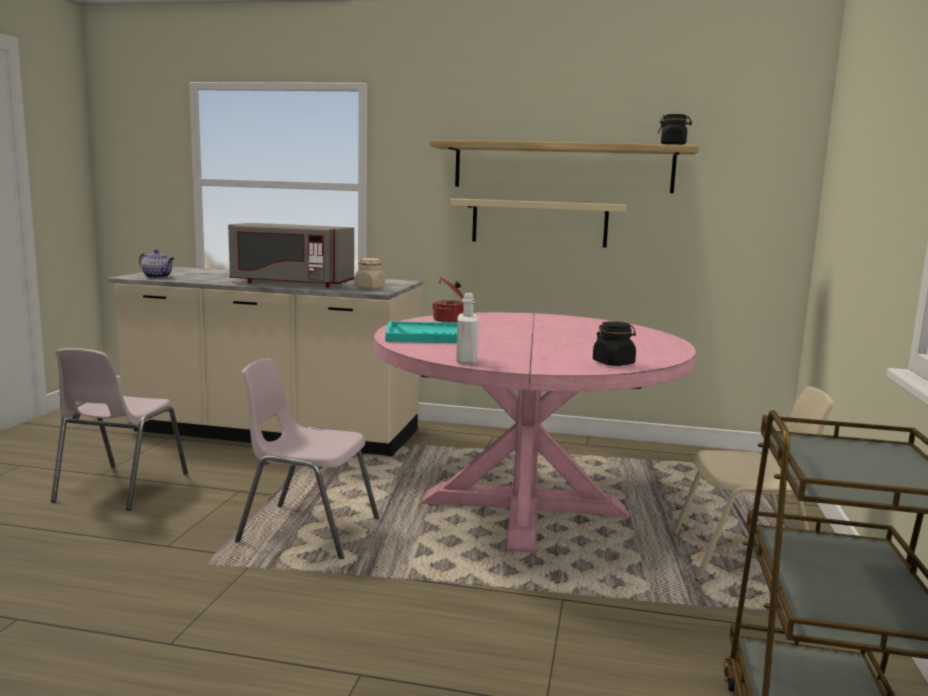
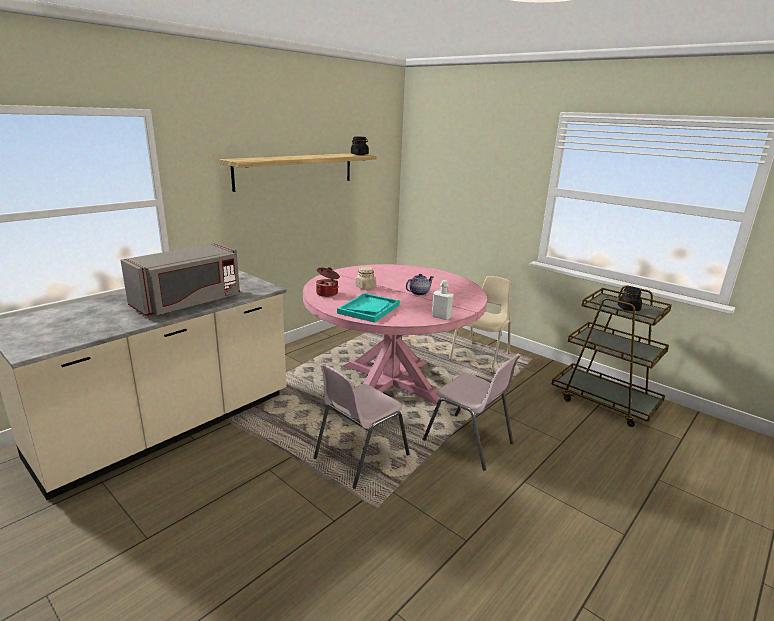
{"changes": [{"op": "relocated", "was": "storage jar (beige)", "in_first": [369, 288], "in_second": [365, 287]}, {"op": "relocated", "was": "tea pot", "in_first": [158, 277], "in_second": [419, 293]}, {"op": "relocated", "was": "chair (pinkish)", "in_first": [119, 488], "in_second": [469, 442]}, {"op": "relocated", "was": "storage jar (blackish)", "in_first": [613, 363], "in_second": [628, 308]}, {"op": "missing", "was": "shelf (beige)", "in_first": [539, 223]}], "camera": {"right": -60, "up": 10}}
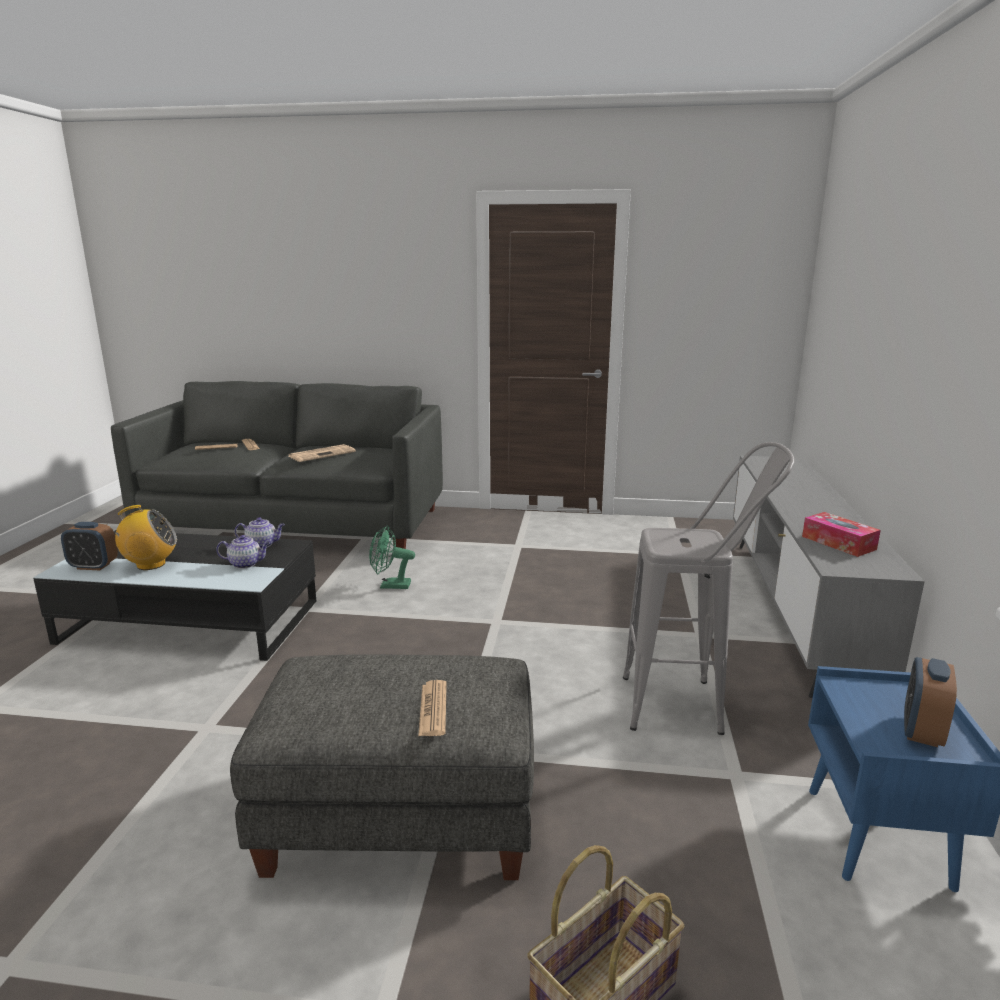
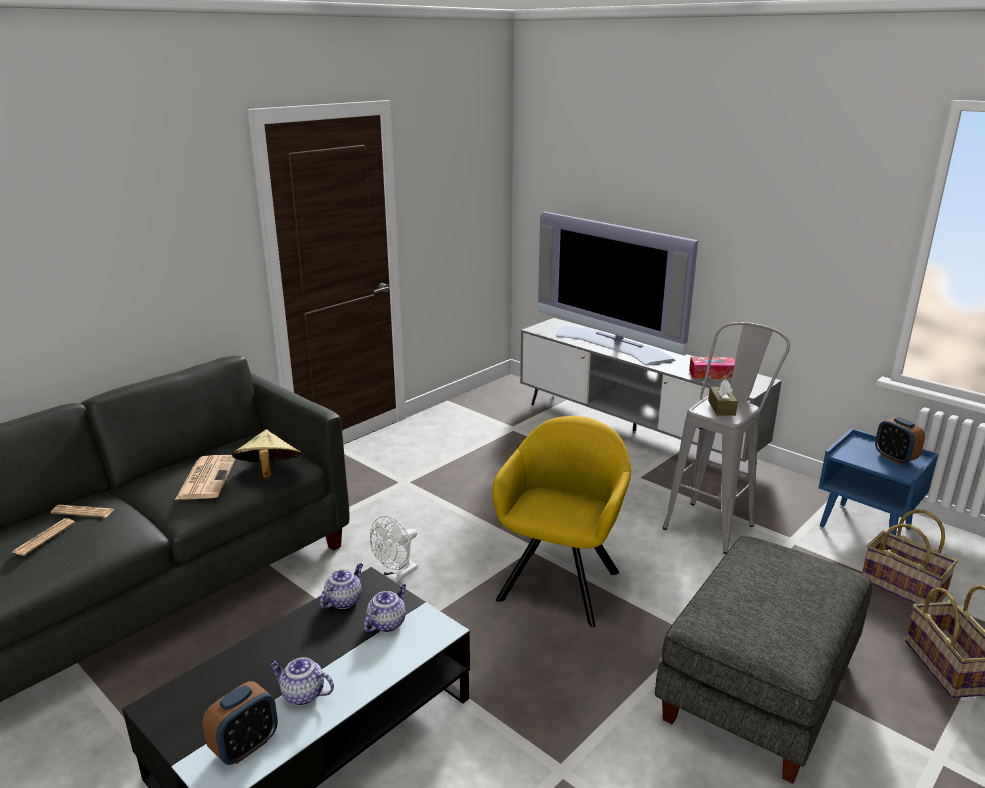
{"changes": [{"op": "appeared", "now": "clothing hat (beige)", "in_second": [268, 473]}, {"op": "exchanged", "was": "radio receiver", "now": "tea pot", "in_first": [150, 564], "in_second": [302, 694]}, {"op": "colour", "was": "fan (green)", "now": "fan (white)", "in_first": [390, 585], "in_second": [397, 576]}, {"op": "appeared", "now": "easy chair (yellow-coloured)", "in_second": [562, 581]}, {"op": "appeared", "now": "TV", "in_second": [612, 344]}, {"op": "appeared", "now": "box of tissues (brown)", "in_second": [721, 408]}, {"op": "appeared", "now": "storage basket", "in_second": [903, 587]}, {"op": "missing", "was": "printed paper", "in_first": [433, 709]}], "camera": {"right": -55, "up": 5}}
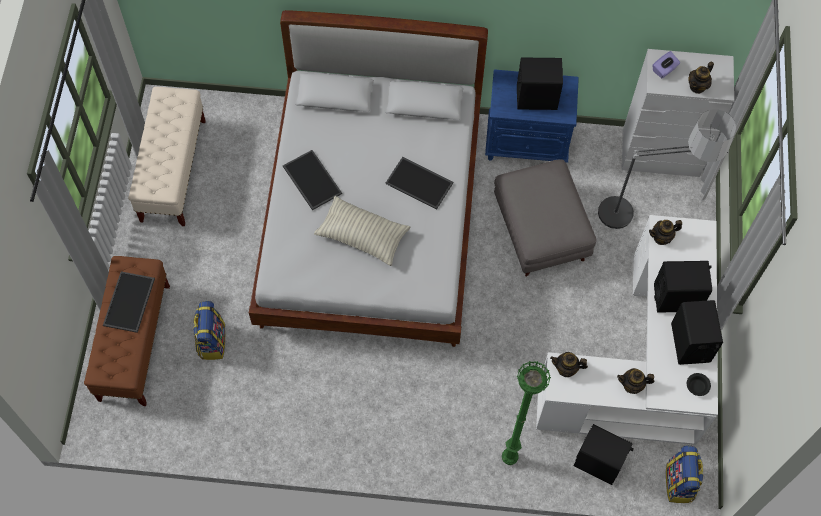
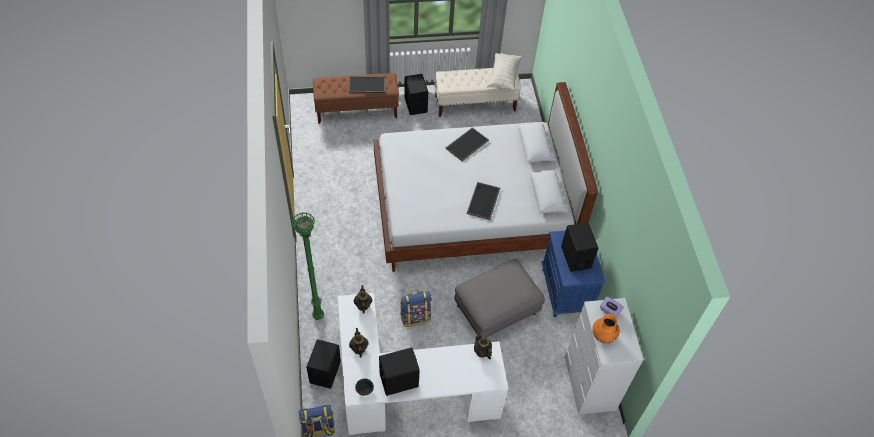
{"changes": [{"op": "relocated", "was": "backpack", "in_first": [211, 341], "in_second": [415, 316]}, {"op": "relocated", "was": "loudspeaker (blackish)", "in_first": [677, 298], "in_second": [415, 105]}, {"op": "relocated", "was": "throw pillow", "in_first": [362, 236], "in_second": [503, 76]}, {"op": "exchanged", "was": "tea pot", "now": "flower vase (orange-coloured)", "in_first": [697, 86], "in_second": [603, 336]}, {"op": "missing", "was": "floor lamp", "in_first": [644, 216]}], "camera": {"right": 75, "up": -10}}
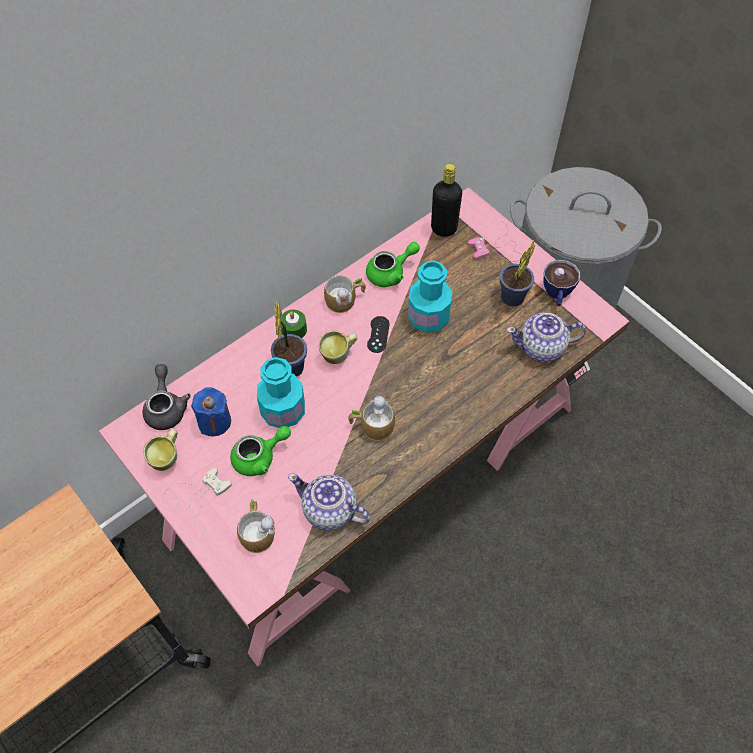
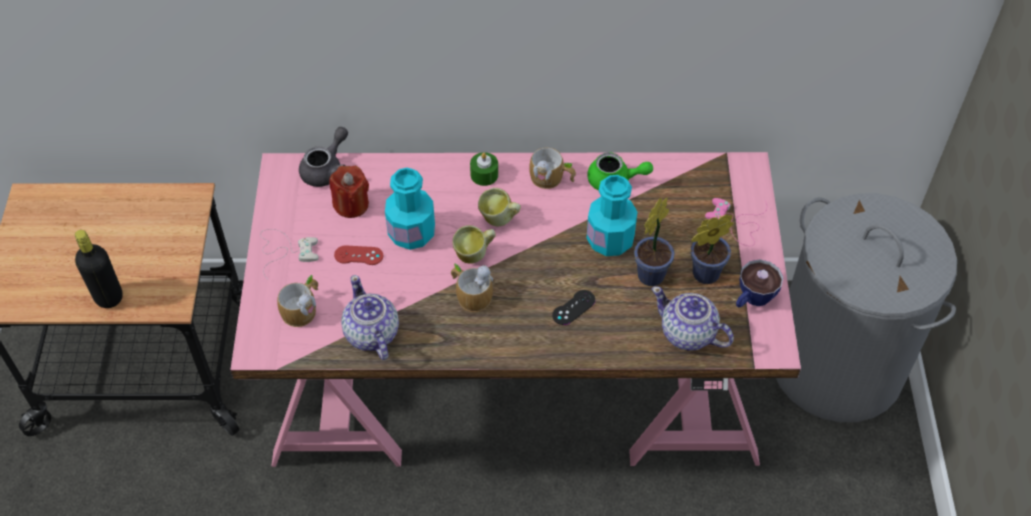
{"changes": [{"op": "relocated", "was": "beverage bottle (blackish)", "in_first": [443, 228], "in_second": [108, 297]}, {"op": "colour", "was": "wax light (blue)", "now": "wax light (reddish)", "in_first": [214, 422], "in_second": [351, 204]}, {"op": "exchanged", "was": "tea pot (green)", "now": "joypad (reddish)", "in_first": [260, 457], "in_second": [358, 255]}, {"op": "relocated", "was": "tea mug", "in_first": [167, 459], "in_second": [474, 255]}, {"op": "relocated", "was": "joypad (blackish)", "in_first": [378, 334], "in_second": [573, 307]}, {"op": "relocated", "was": "houseplant", "in_first": [291, 365], "in_second": [653, 273]}], "camera": {"right": 40, "up": -5}}
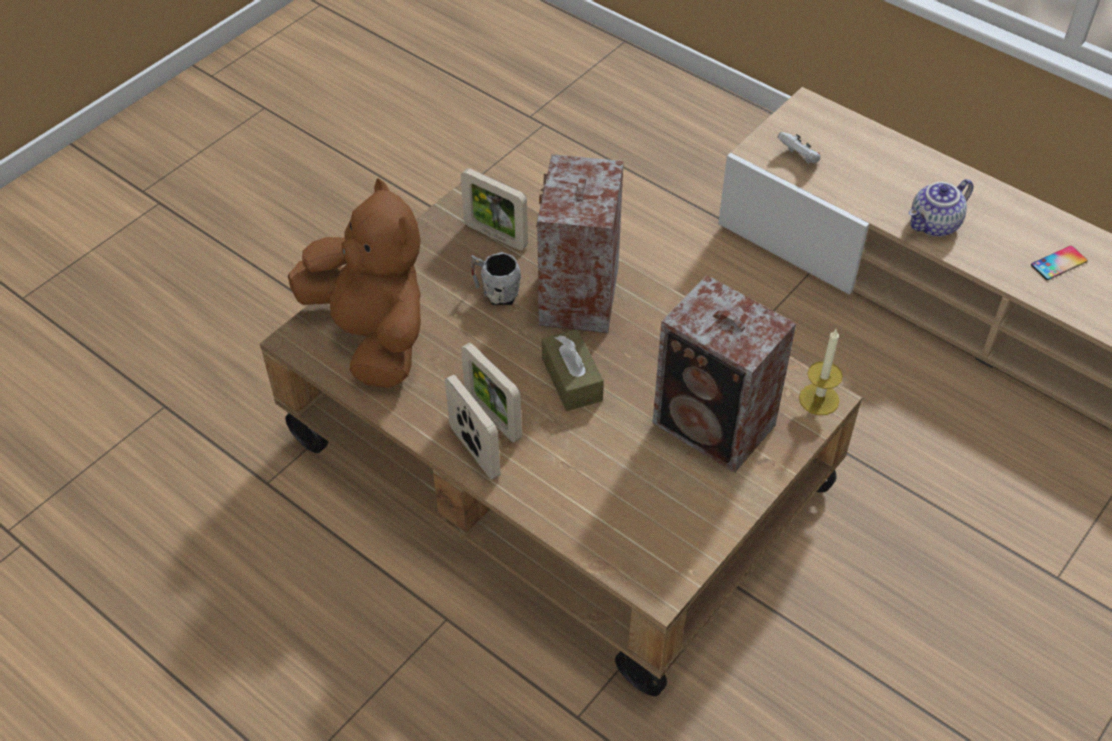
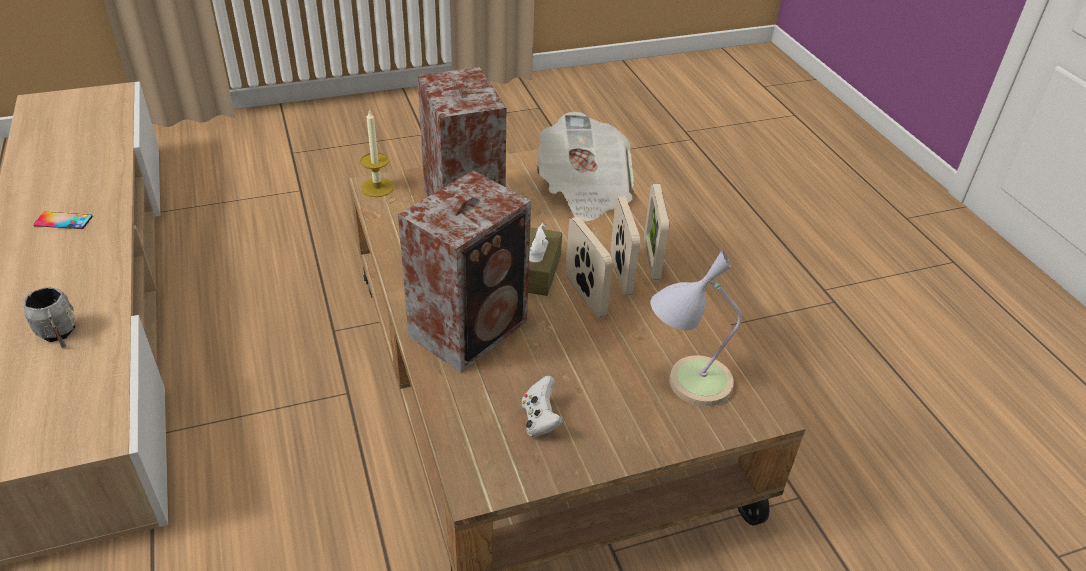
{"changes": [{"op": "relocated", "was": "tea mug (greyish)", "in_first": [496, 293], "in_second": [58, 335]}, {"op": "relocated", "was": "joypad (white)", "in_first": [799, 158], "in_second": [540, 420]}, {"op": "appeared", "now": "printed paper", "in_second": [584, 190]}, {"op": "relocated", "was": "photo frame", "in_first": [495, 236], "in_second": [585, 296]}, {"op": "exchanged", "was": "plush toy (brown)", "now": "table lamp", "in_first": [372, 336], "in_second": [686, 382]}, {"op": "missing", "was": "tea pot", "in_first": [934, 225]}], "camera": {"right": -150, "up": -10}}
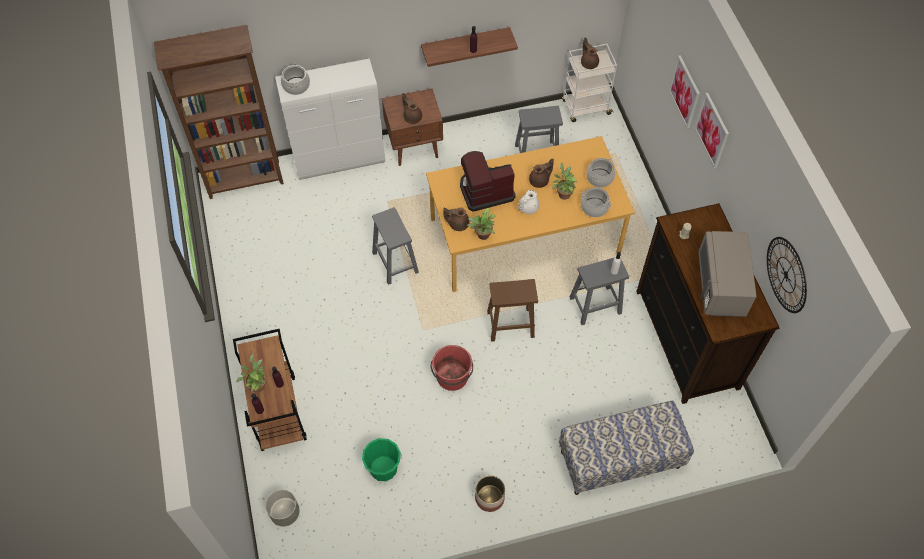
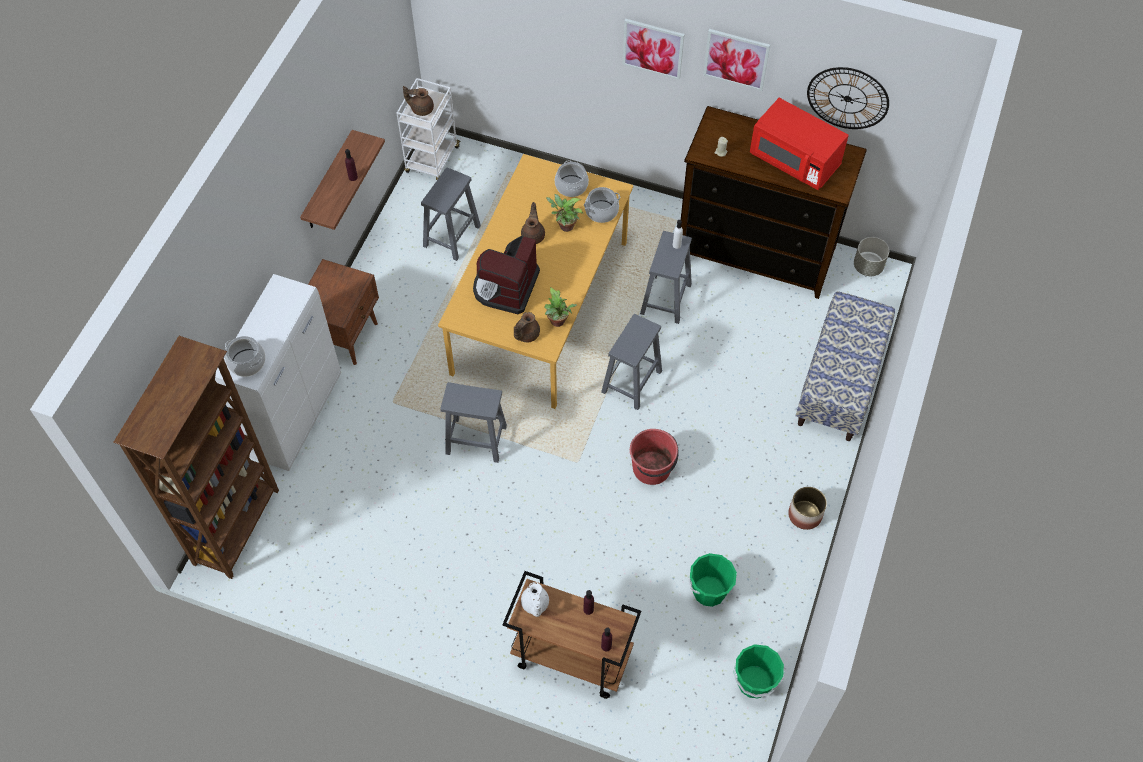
{"changes": [{"op": "relocated", "was": "tea pot (white)", "in_first": [527, 208], "in_second": [535, 604]}, {"op": "colour", "was": "stool seat (brown)", "now": "stool seat (greyish)", "in_first": [509, 324], "in_second": [631, 382]}, {"op": "relocated", "was": "picture", "in_first": [685, 91], "in_second": [736, 59]}, {"op": "appeared", "now": "bucket (green)", "in_second": [754, 682]}, {"op": "colour", "was": "kitchen microwave (greyish)", "now": "kitchen microwave (reddish)", "in_first": [721, 285], "in_second": [794, 161]}, {"op": "relocated", "was": "flower pot (greyish)", "in_first": [285, 513], "in_second": [867, 266]}, {"op": "missing", "was": "houseplant", "in_first": [257, 385]}, {"op": "missing", "was": "tea pot (brown)", "in_first": [412, 117]}], "camera": {"right": -55, "up": 0}}
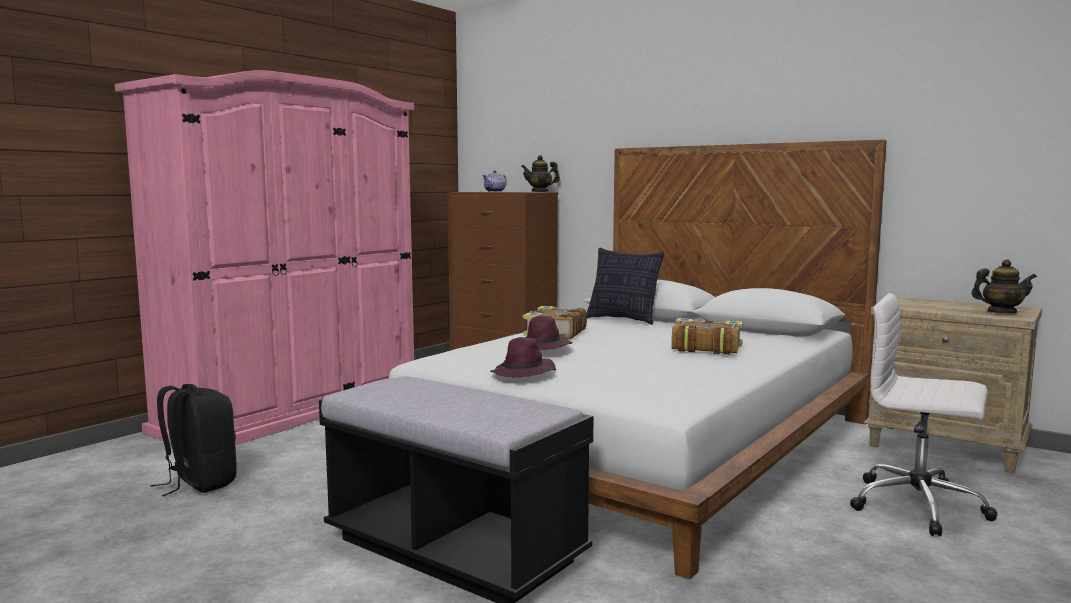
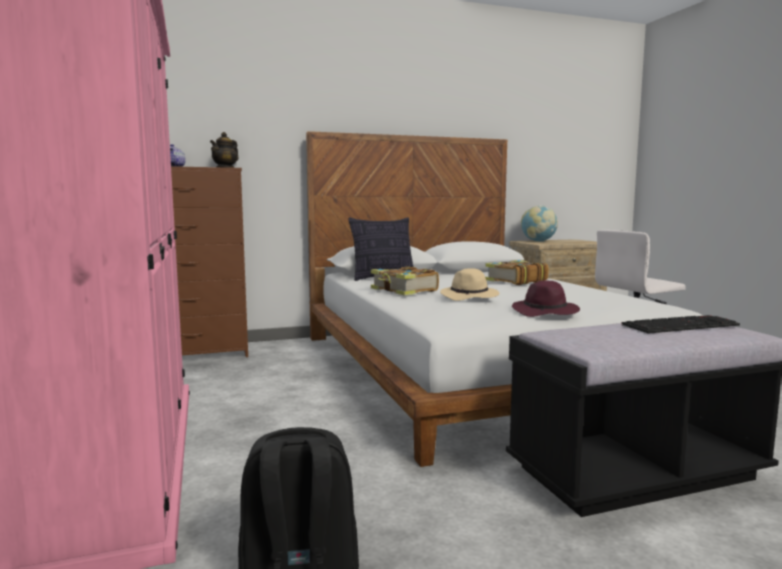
{"changes": [{"op": "colour", "was": "clothing hat (purple-coloured)", "now": "clothing hat (beige)", "in_first": [543, 347], "in_second": [470, 297]}, {"op": "appeared", "now": "world globe", "in_second": [538, 241]}, {"op": "appeared", "now": "computer keyboard", "in_second": [680, 325]}, {"op": "missing", "was": "tea pot", "in_first": [1001, 312]}], "camera": {"right": -55, "up": 0}}
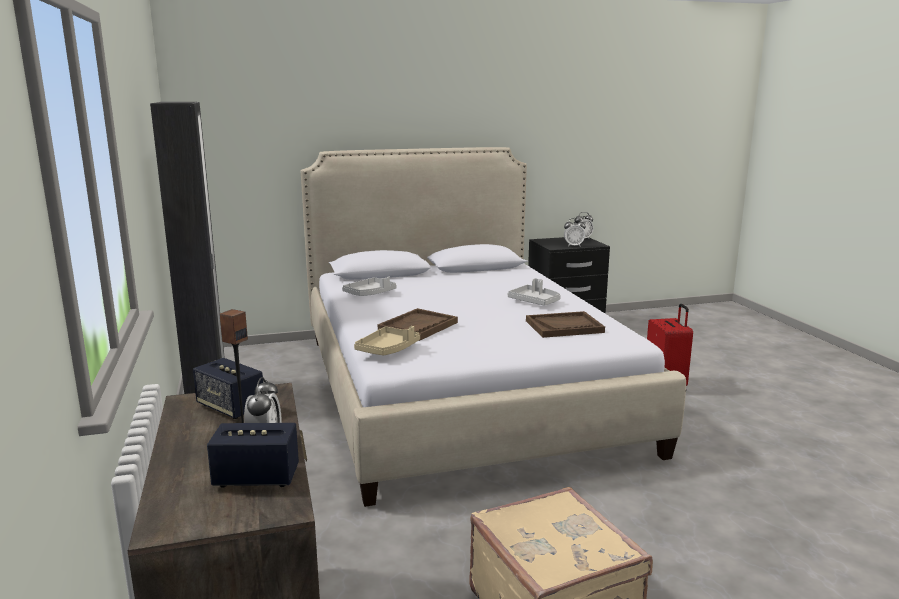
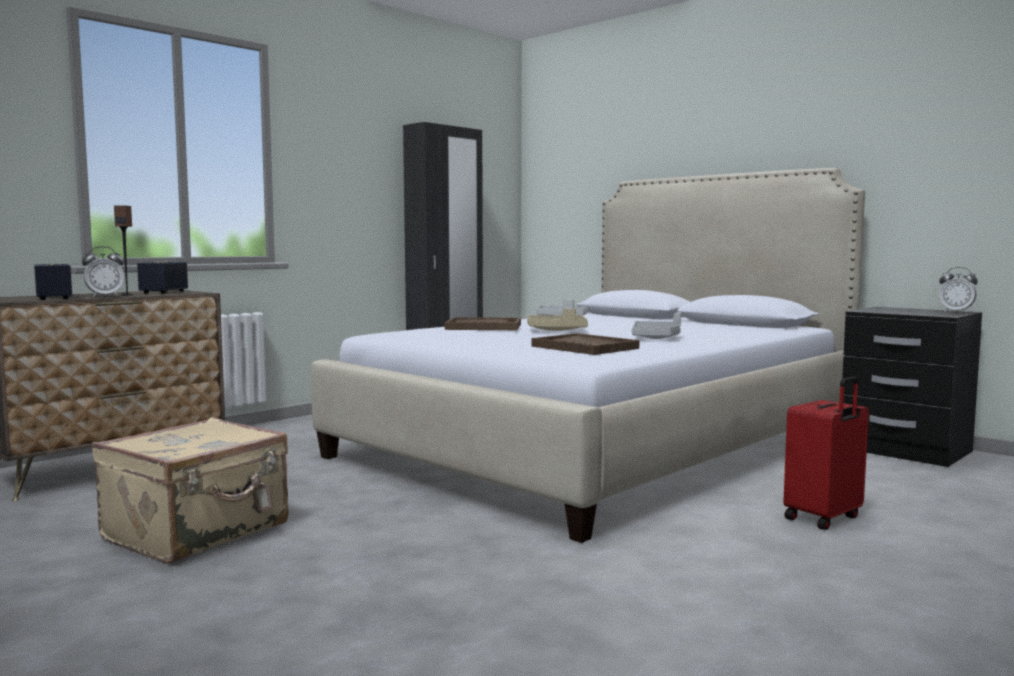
{"changes": [{"op": "relocated", "was": "tray (beige)", "in_first": [388, 349], "in_second": [557, 330]}, {"op": "missing", "was": "table clock", "in_first": [573, 246]}], "camera": {"right": 60, "up": -10}}
